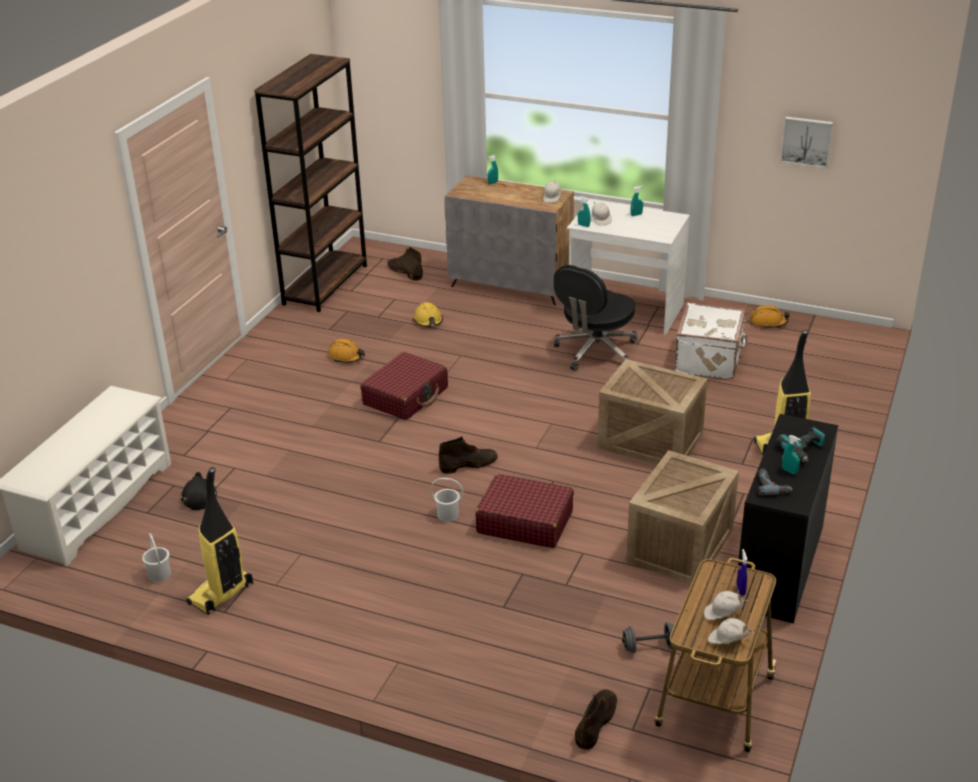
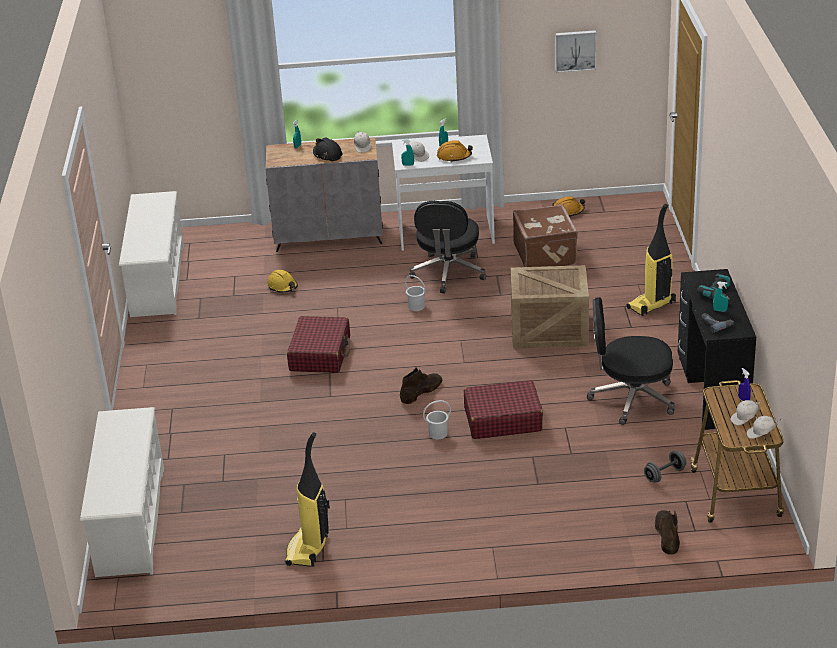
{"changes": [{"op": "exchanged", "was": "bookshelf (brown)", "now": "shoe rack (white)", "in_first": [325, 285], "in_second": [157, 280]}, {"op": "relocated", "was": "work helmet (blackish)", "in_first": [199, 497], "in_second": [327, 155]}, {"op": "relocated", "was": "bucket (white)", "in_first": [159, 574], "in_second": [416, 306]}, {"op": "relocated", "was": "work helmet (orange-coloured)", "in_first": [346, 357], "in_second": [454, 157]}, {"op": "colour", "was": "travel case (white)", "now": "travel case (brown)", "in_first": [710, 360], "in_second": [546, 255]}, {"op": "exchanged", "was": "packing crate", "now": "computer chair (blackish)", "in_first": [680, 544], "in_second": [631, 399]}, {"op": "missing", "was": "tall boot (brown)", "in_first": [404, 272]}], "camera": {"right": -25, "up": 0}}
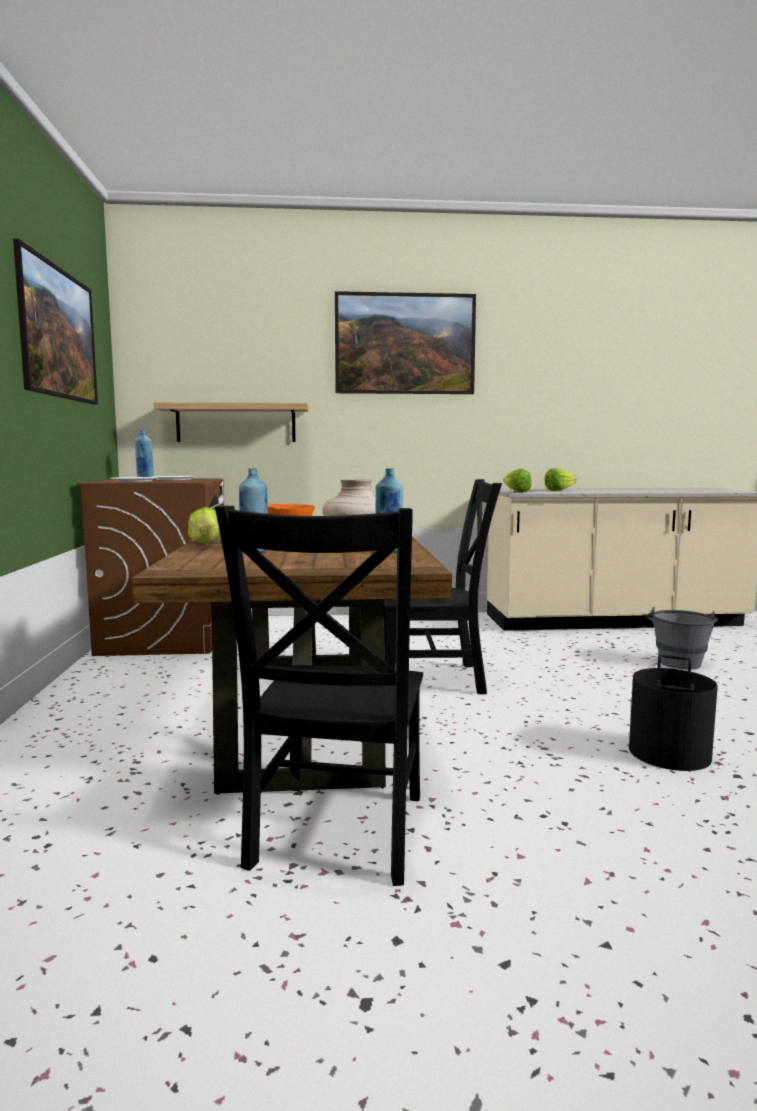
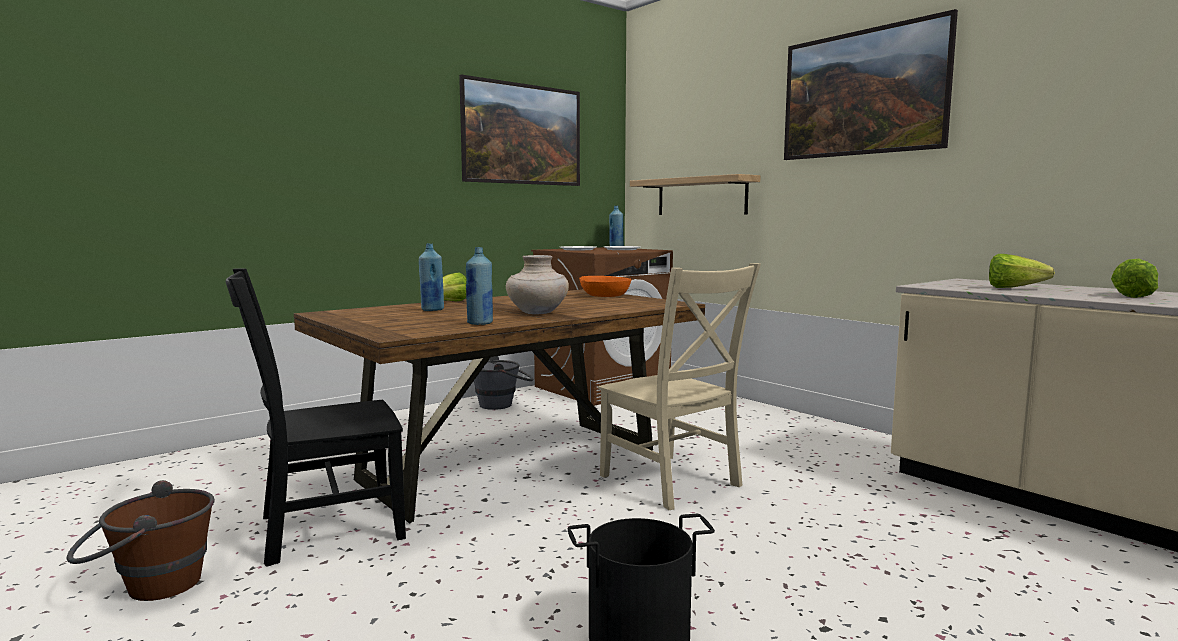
{"changes": [{"op": "appeared", "now": "bucket (brown)", "in_second": [148, 587]}, {"op": "relocated", "was": "bucket (greyish)", "in_first": [679, 661], "in_second": [502, 404]}, {"op": "colour", "was": "chair (blackish)", "now": "chair (beige)", "in_first": [437, 679], "in_second": [673, 483]}, {"op": "relocated", "was": "lettuce", "in_first": [514, 491], "in_second": [1132, 295]}], "camera": {"right": 55, "up": 0}}
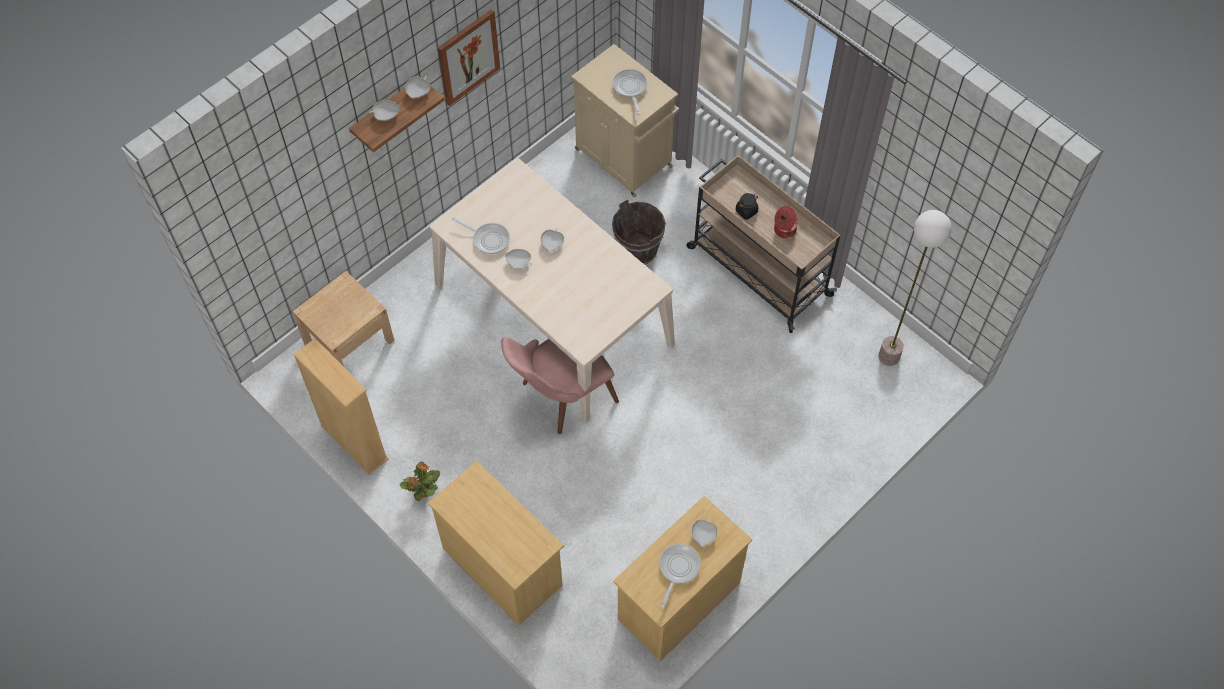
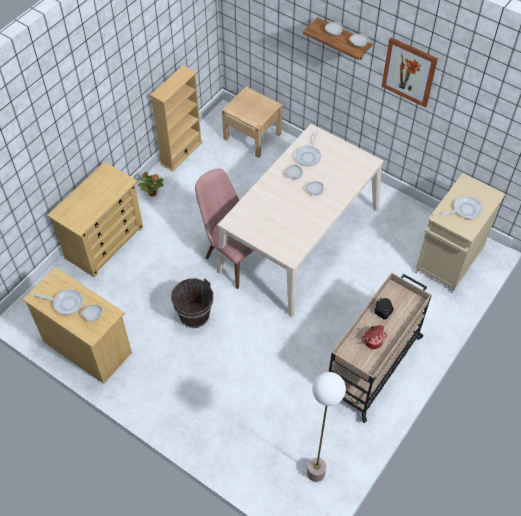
{"changes": [{"op": "relocated", "was": "bucket (brown)", "in_first": [637, 250], "in_second": [194, 315]}], "camera": {"right": 80, "up": -5}}
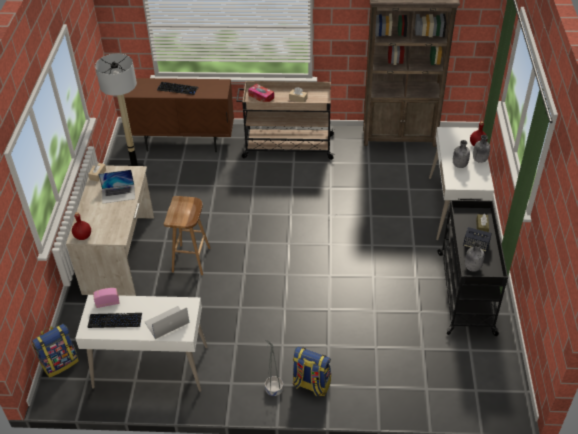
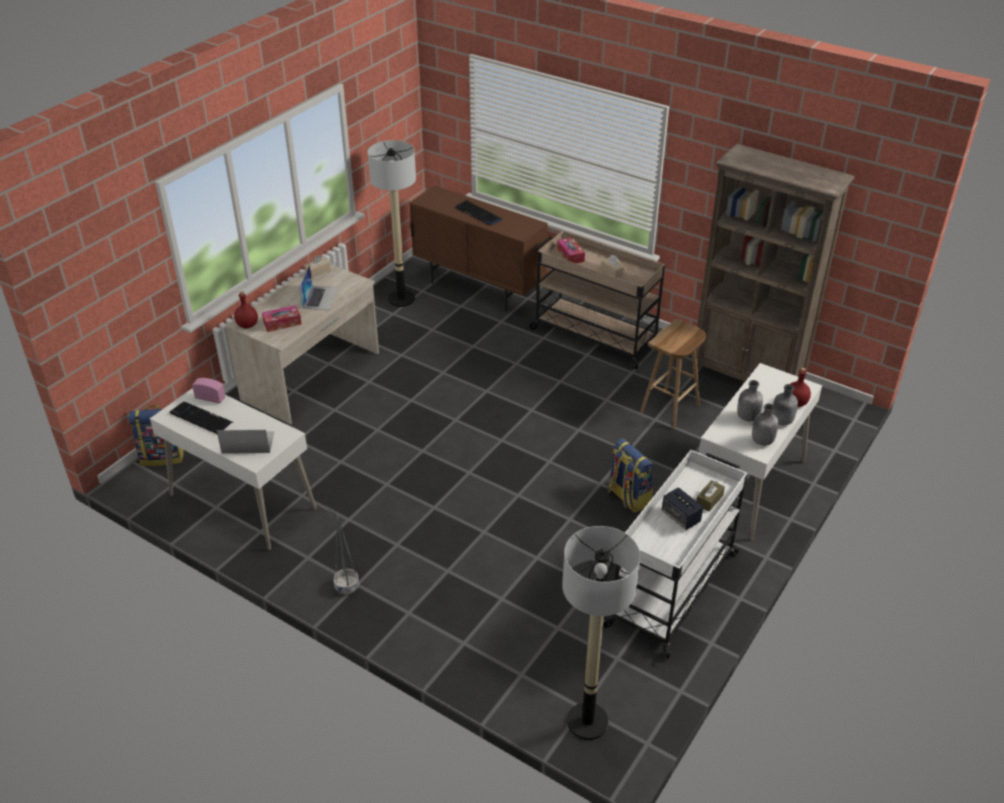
{"changes": [{"op": "appeared", "now": "box of tissues", "in_second": [282, 323]}, {"op": "spun", "was": "laptop", "in_first": [118, 193], "in_second": [320, 297], "clockwise": -105}, {"op": "appeared", "now": "floor lamp", "in_second": [587, 722]}, {"op": "colour", "was": "wheeled cart (blackish)", "now": "wheeled cart (white)", "in_first": [465, 291], "in_second": [673, 588]}, {"op": "relocated", "was": "backpack", "in_first": [311, 384], "in_second": [628, 497]}, {"op": "relocated", "was": "stool seat (brown)", "in_first": [191, 260], "in_second": [670, 409]}, {"op": "relocated", "was": "beverage bottle (greyish)", "in_first": [472, 267], "in_second": [761, 441]}], "camera": {"right": 30, "up": -5}}
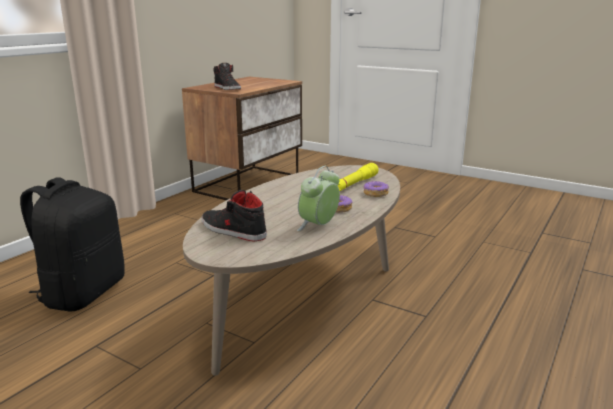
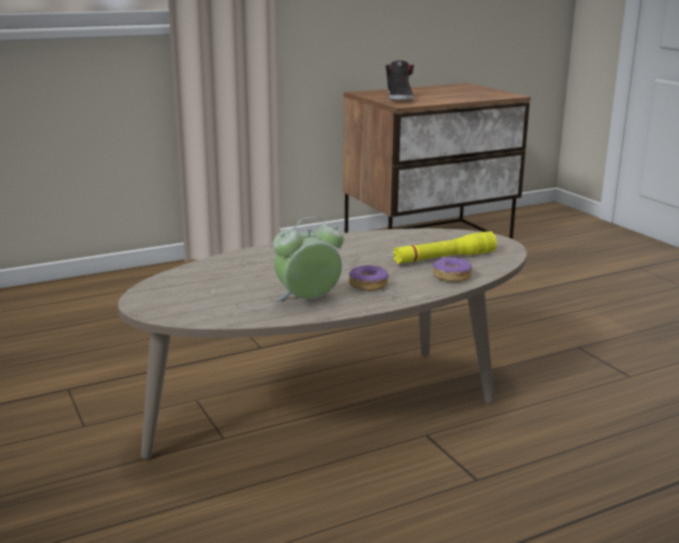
{"changes": [{"op": "missing", "was": "backpack (blackish)", "in_first": [82, 292]}, {"op": "missing", "was": "low shoe (blackish)", "in_first": [232, 230]}], "camera": {"right": 30, "up": 0}}
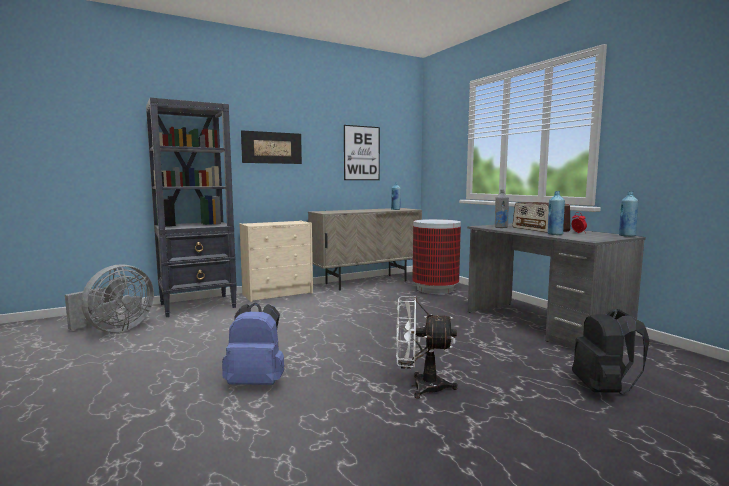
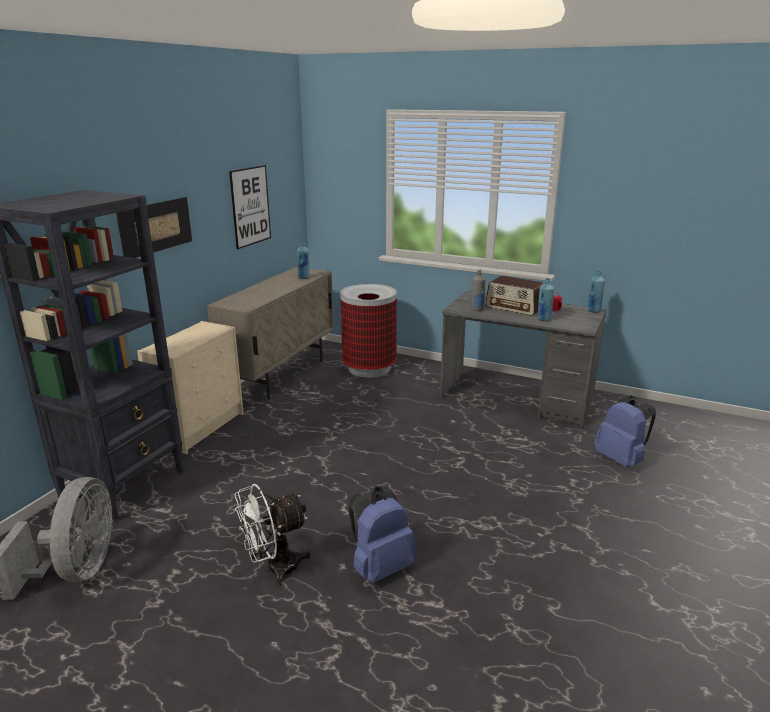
{"changes": [{"op": "relocated", "was": "fan (white)", "in_first": [420, 387], "in_second": [274, 568]}, {"op": "colour", "was": "backpack (blackish)", "now": "backpack (blue)", "in_first": [603, 390], "in_second": [621, 459]}], "camera": {"right": -35, "up": 15}}
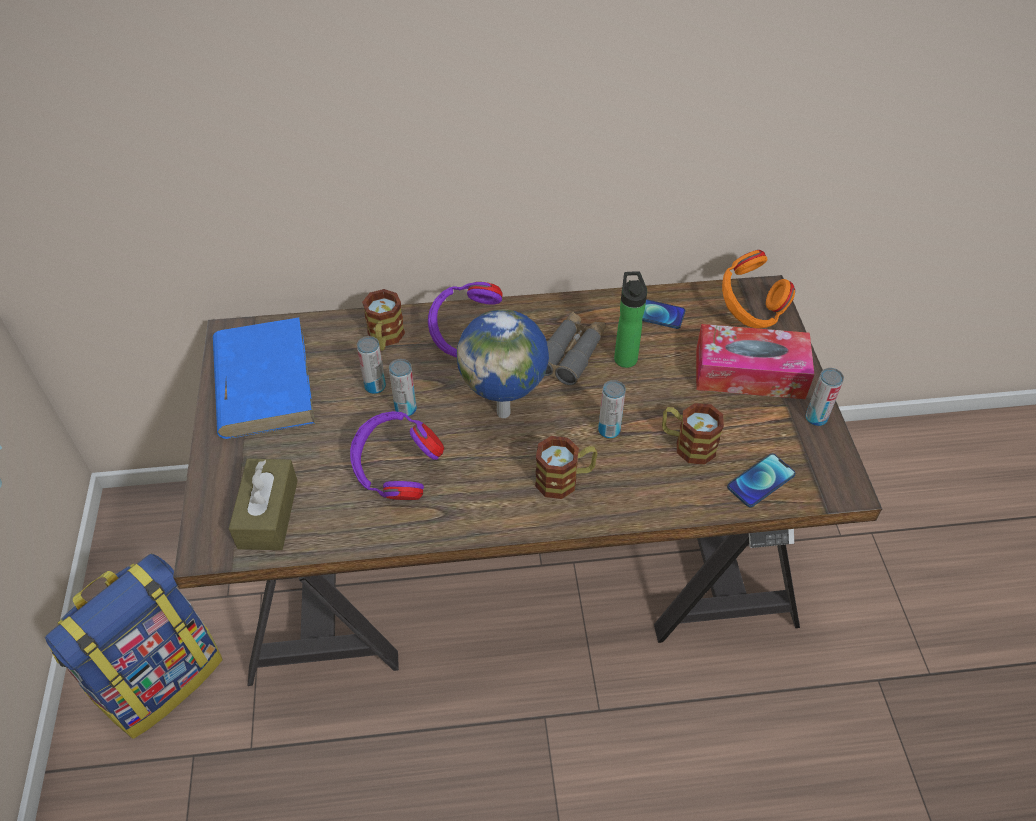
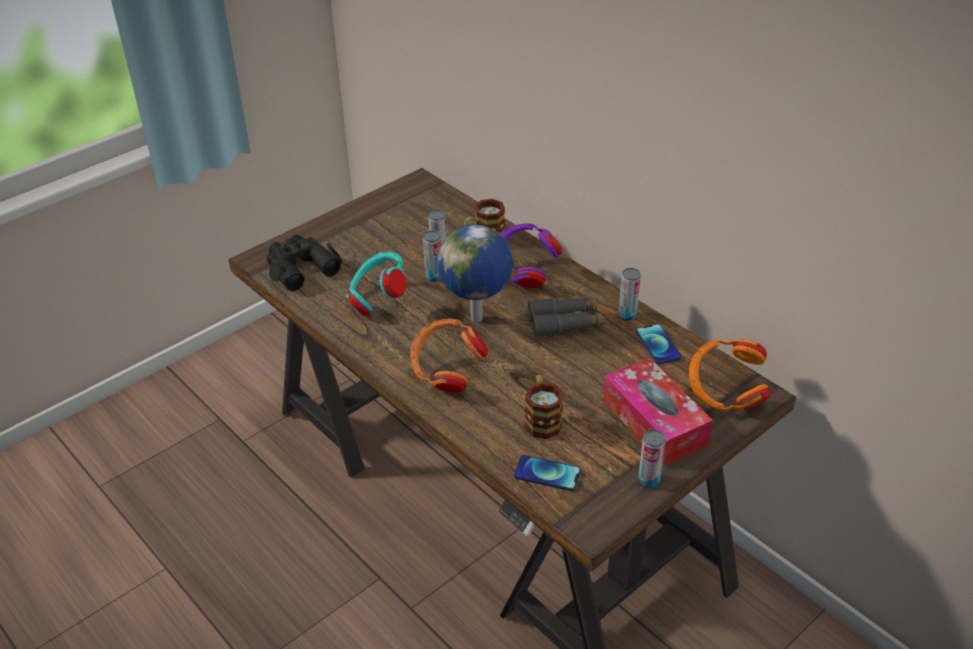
{"changes": [{"op": "exchanged", "was": "box of tissues (brown)", "now": "field glasses (blackish)", "in_first": [268, 514], "in_second": [300, 267]}, {"op": "colour", "was": "headset (purple-coloured)", "now": "headset (turquoise-coloured)", "in_first": [396, 474], "in_second": [377, 299]}, {"op": "exchanged", "was": "tea mug", "now": "headset (orange-coloured)", "in_first": [565, 479], "in_second": [446, 373]}, {"op": "relocated", "was": "can", "in_first": [609, 430], "in_second": [627, 315]}, {"op": "missing", "was": "backpack", "in_first": [160, 677]}, {"op": "missing", "was": "volume (blue)", "in_first": [263, 382]}, {"op": "missing", "was": "beverage bottle", "in_first": [625, 356]}], "camera": {"right": 55, "up": -10}}
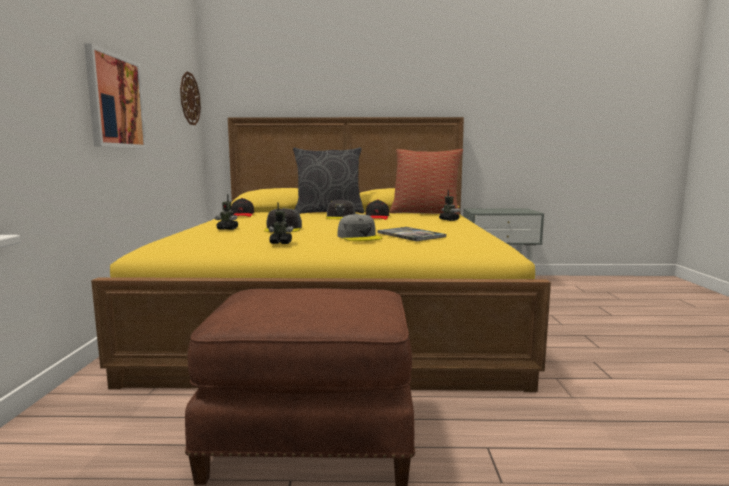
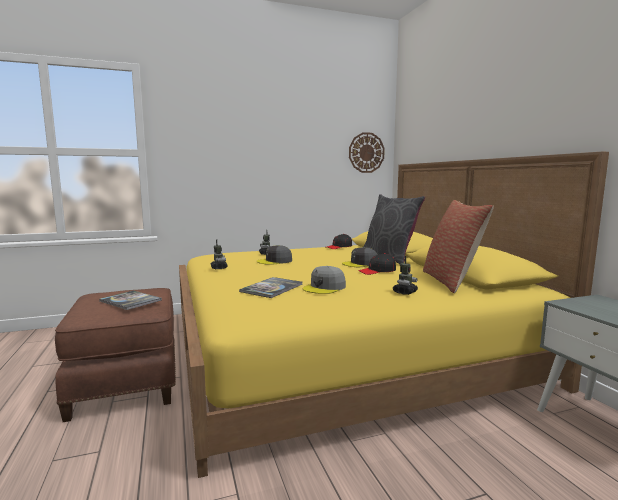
{"changes": [{"op": "appeared", "now": "volume", "in_second": [130, 301]}, {"op": "relocated", "was": "baseball cap (greyish)", "in_first": [359, 237], "in_second": [324, 287]}, {"op": "missing", "was": "picture", "in_first": [115, 101]}], "camera": {"right": 70, "up": 0}}
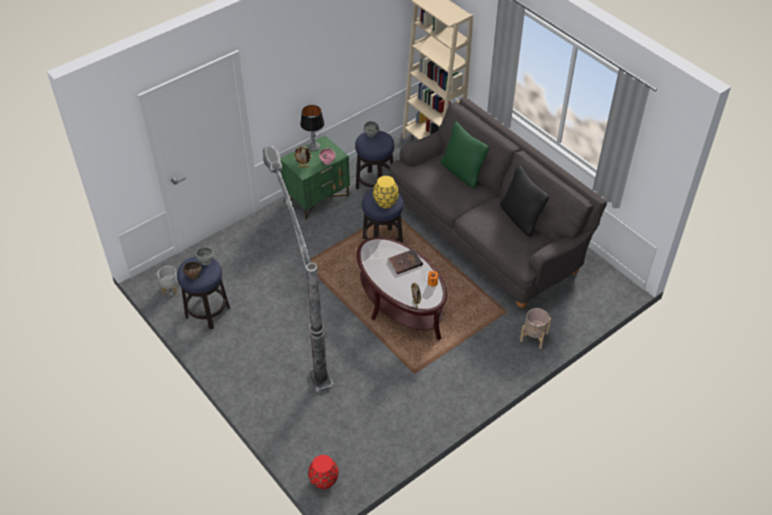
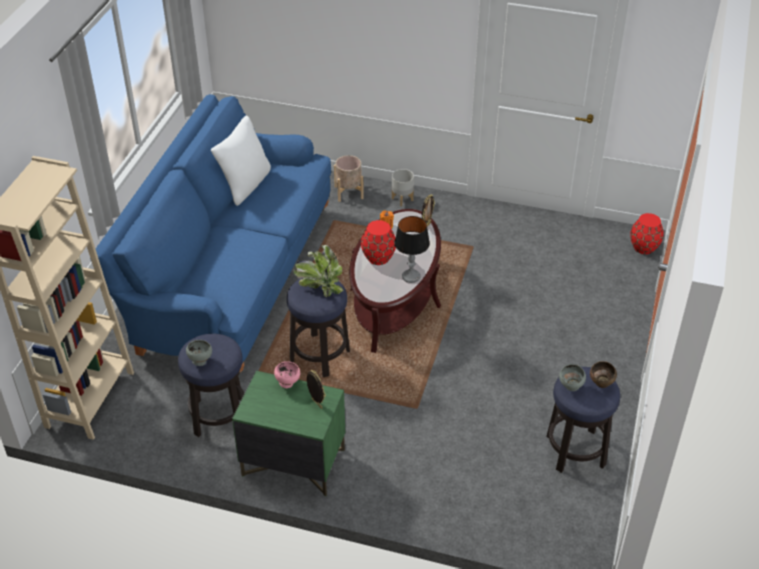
{"changes": [{"op": "colour", "was": "sofa (greyish)", "now": "sofa (blue)", "in_first": [487, 234], "in_second": [230, 277]}, {"op": "colour", "was": "throw pillow (blackish)", "now": "throw pillow (white)", "in_first": [521, 218], "in_second": [245, 185]}, {"op": "exchanged", "was": "flower vase (yellow-coloured)", "now": "houseplant", "in_first": [385, 202], "in_second": [319, 286]}, {"op": "exchanged", "was": "volume (brown)", "now": "flower vase (reddish)", "in_first": [404, 262], "in_second": [378, 258]}, {"op": "relocated", "was": "flower pot (greyish)", "in_first": [170, 289], "in_second": [402, 199]}, {"op": "relocated", "was": "table lamp", "in_first": [314, 147], "in_second": [411, 277]}, {"op": "missing", "was": "floor lamp", "in_first": [303, 329]}, {"op": "missing", "was": "throw pillow (green)", "in_first": [463, 172]}], "camera": {"right": -125, "up": -5}}
